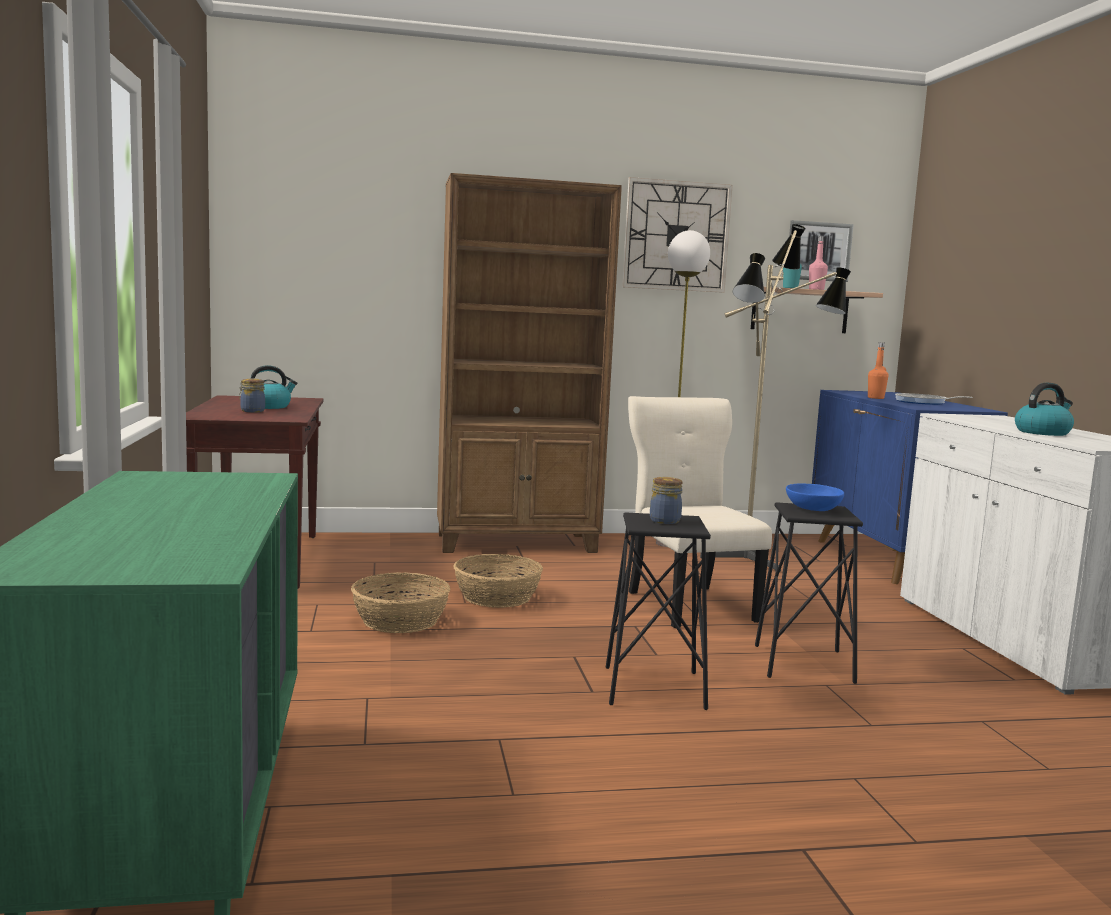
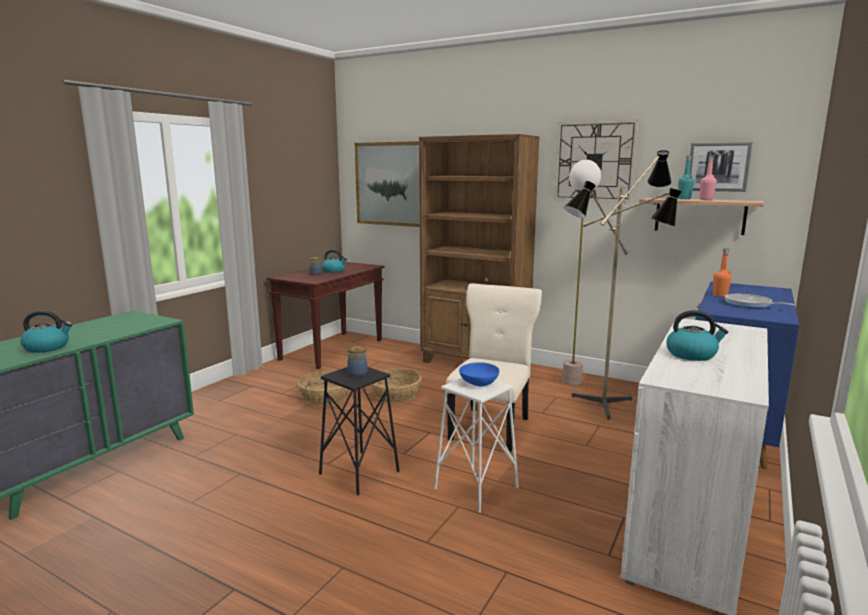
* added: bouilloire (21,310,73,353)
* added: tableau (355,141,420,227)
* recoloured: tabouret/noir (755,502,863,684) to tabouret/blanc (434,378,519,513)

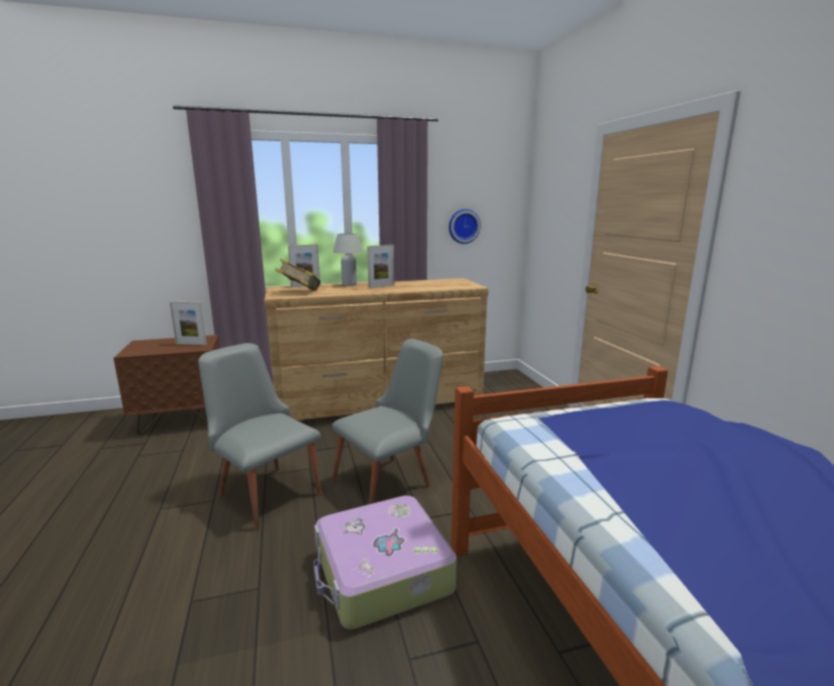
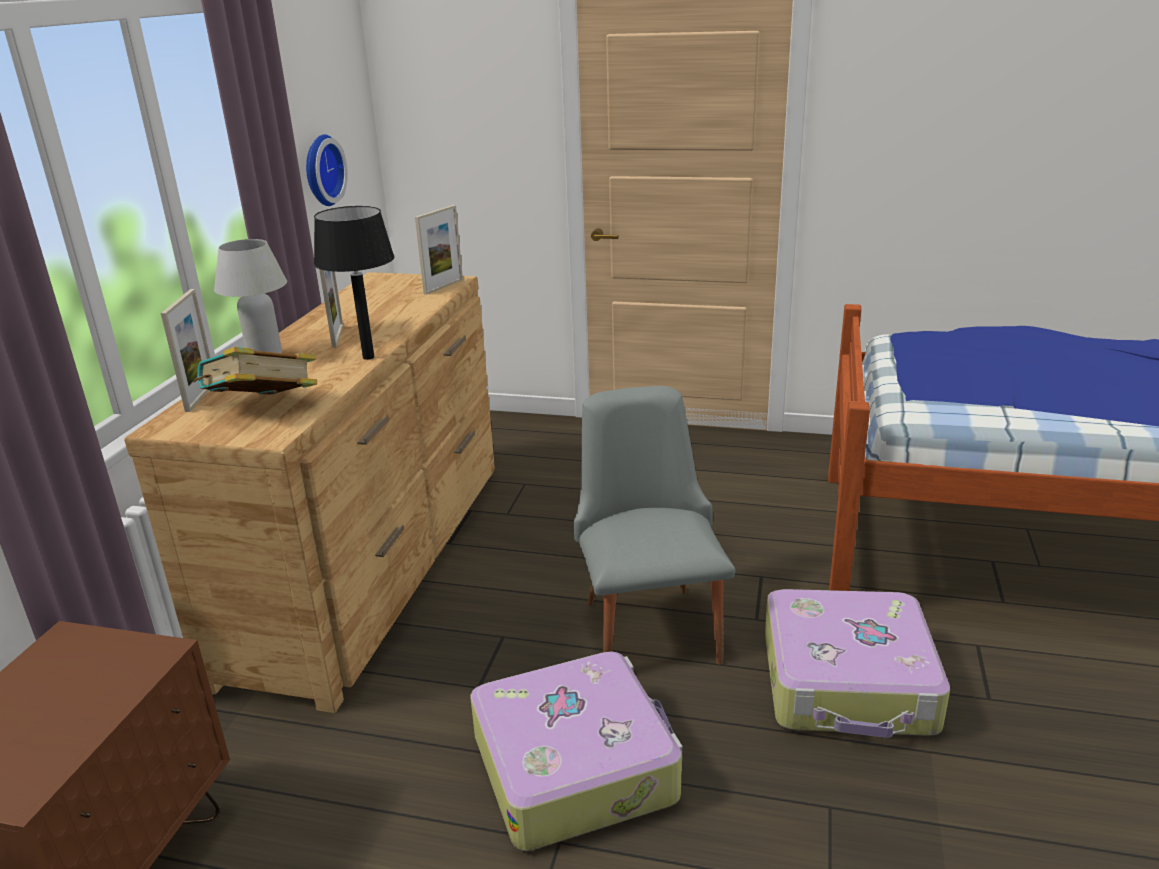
* added: lampe de table/noir (314,206,394,360)
* moved: cadre photo (169,301,207,345) to (415,205,463,295)
* replaced: chaise/gris (198,343,322,531) to valise (470,652,682,851)

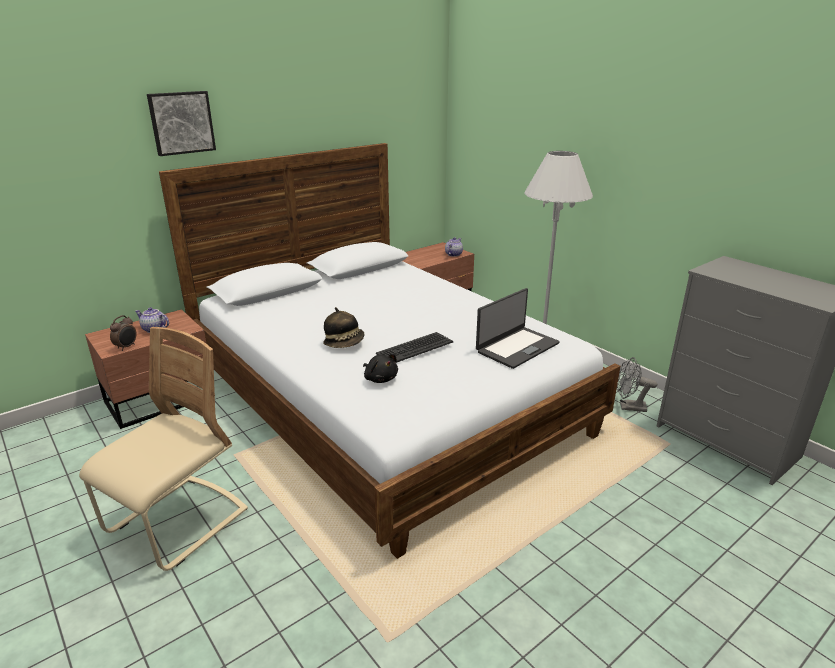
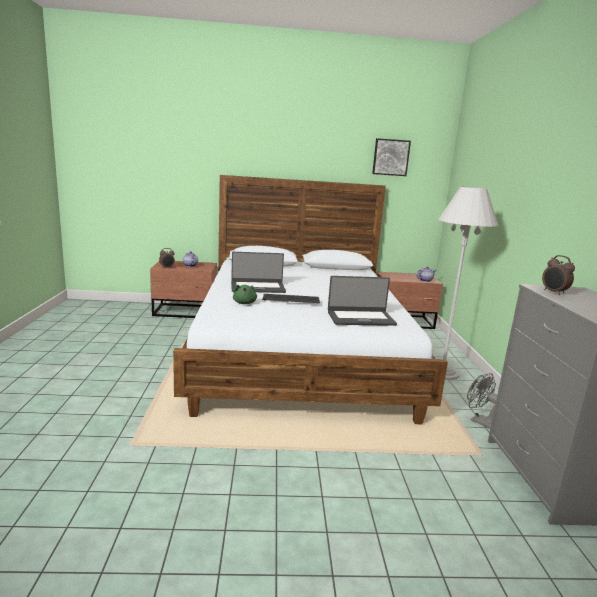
* removed: chaise/beige (79,327,248,571)
* added: réveil (542,255,575,295)
* moved: tableau (147,91,216,156) to (372,138,411,176)
* replaced: chapeau (323,307,364,348) to ordinateur portable (231,252,286,293)
* recoloured: peluche/noir (363,354,398,383) to peluche/vert (233,285,257,304)

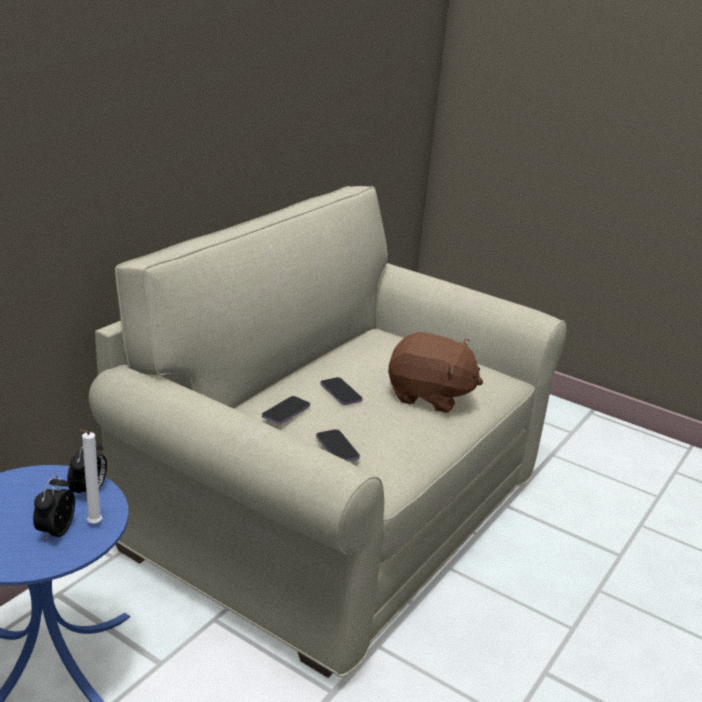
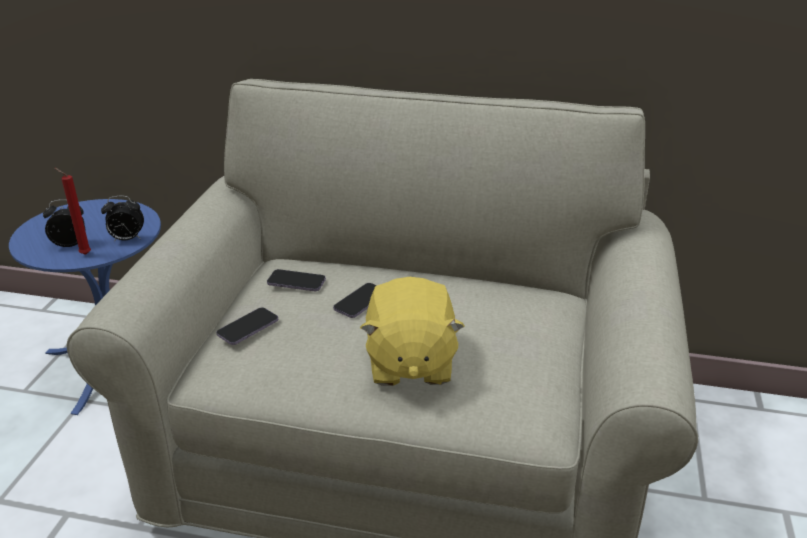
* recoloured: bougie/blanc (79,430,102,524) to bougie/rouge (54,168,91,255)
* recoloured: peluche/marron (388,332,483,413) to peluche/jaune (360,277,465,386)

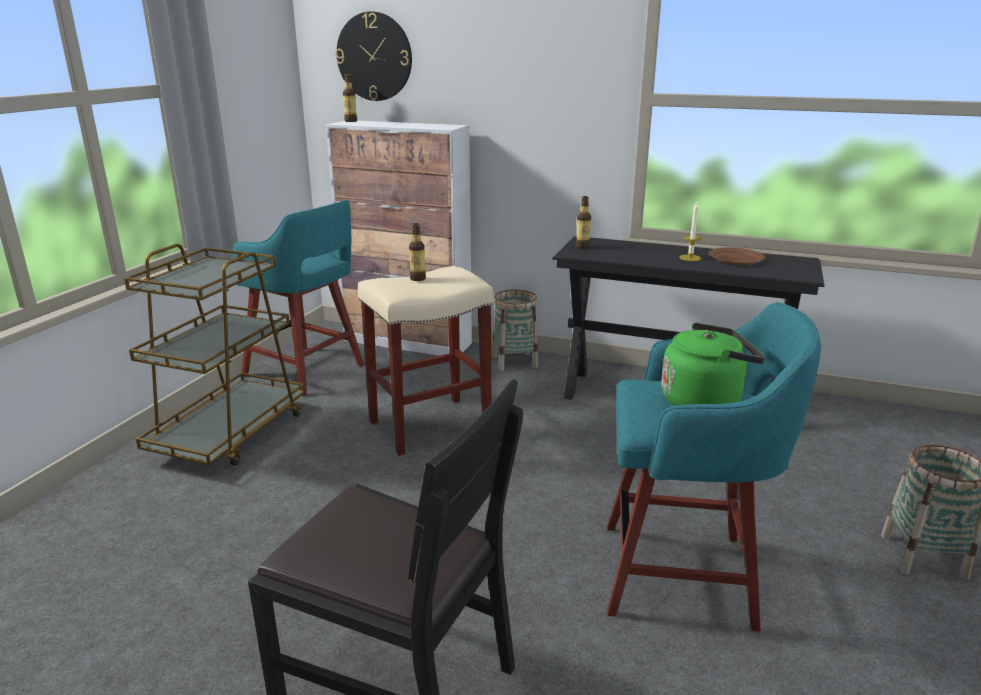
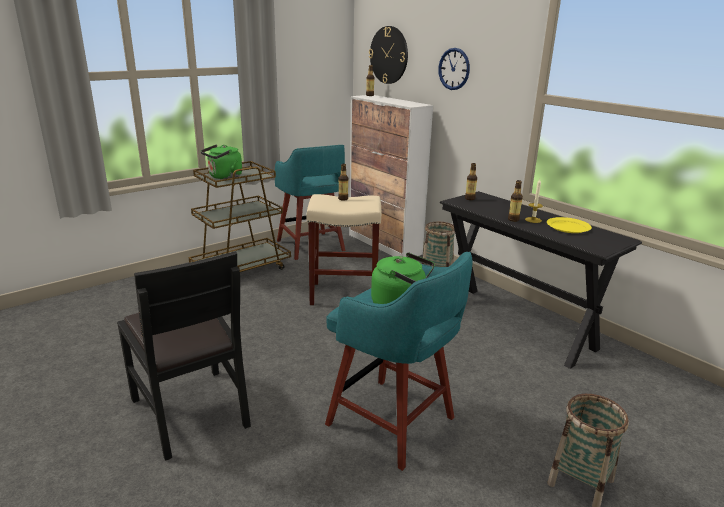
* added: bouilloire/vert (201,144,242,179)
* added: horloge murale (438,48,470,90)
* added: bouteille (508,180,523,222)
* recoloured: assiette/marron (708,247,765,265) to assiette/jaune (547,217,592,233)

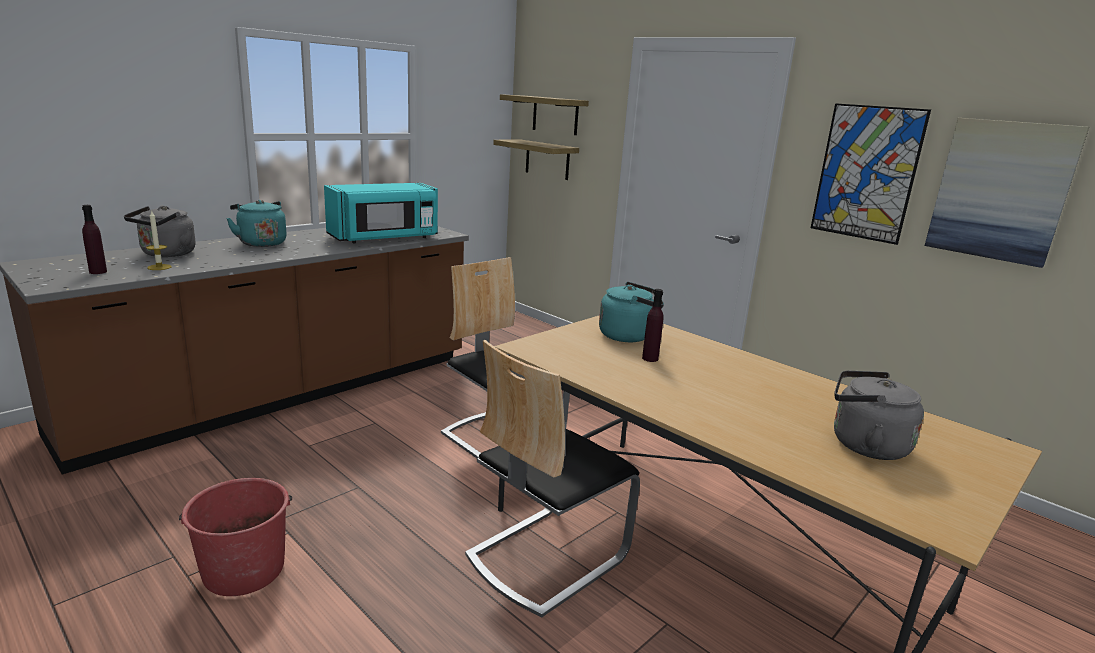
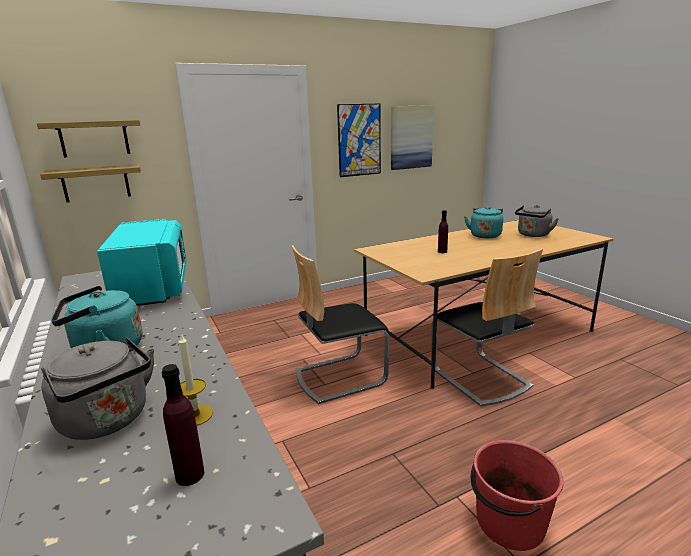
* moved: bouilloire/turquoise (599,282,664,342) to (464,206,503,238)

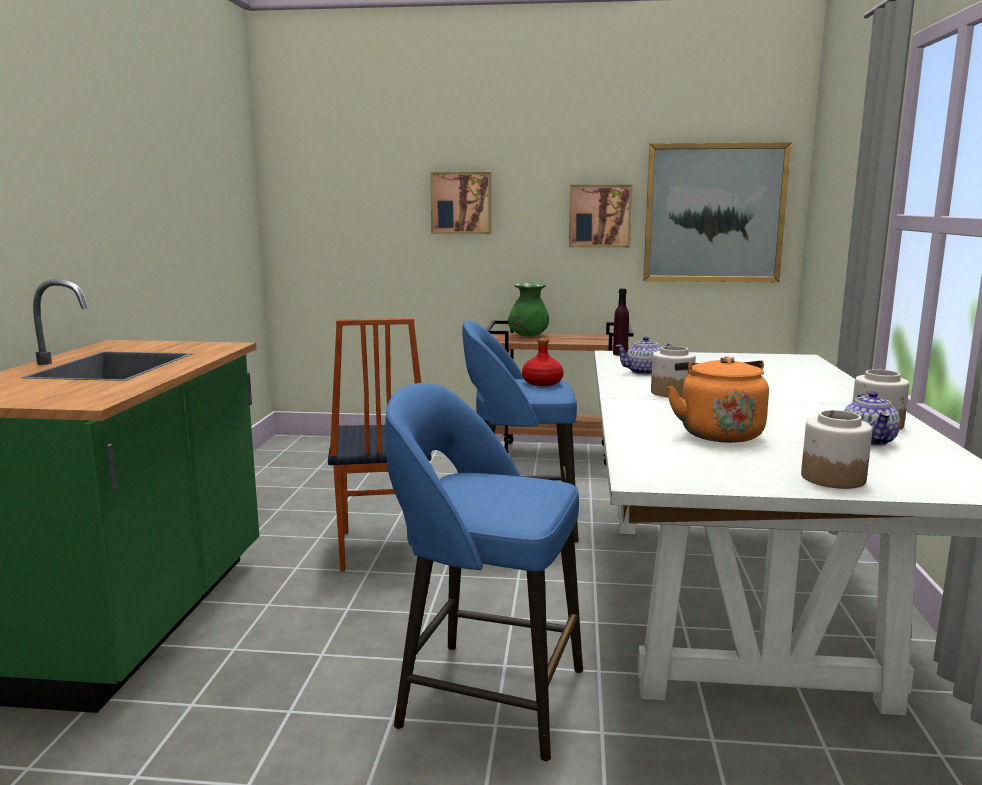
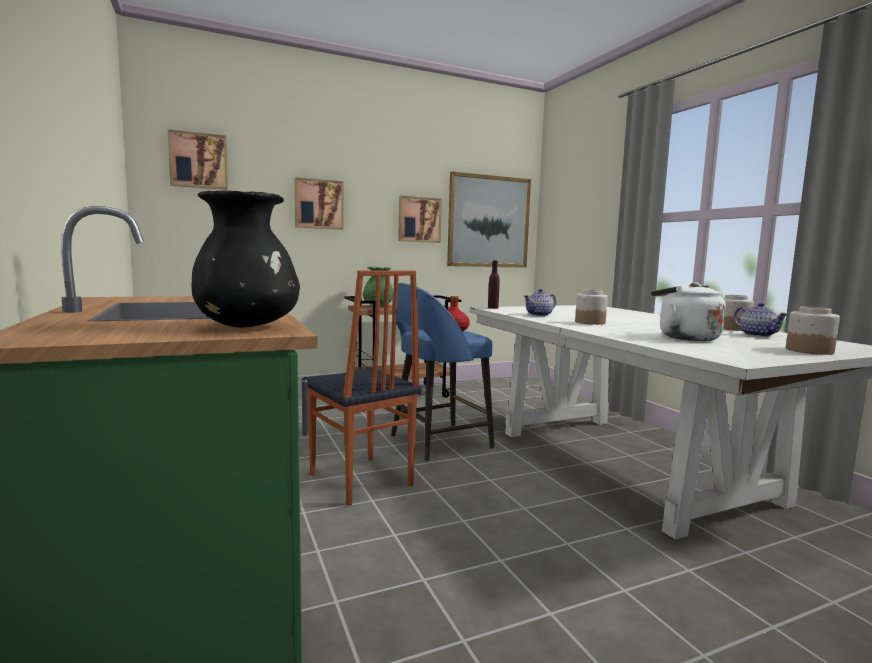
* removed: tabouret/bleu (385,383,583,761)
* added: tableau (168,129,228,190)
* added: vase/noir (192,191,300,328)
* recoloured: bouilloire/orange (667,356,769,443) to bouilloire/blanc (651,282,726,341)

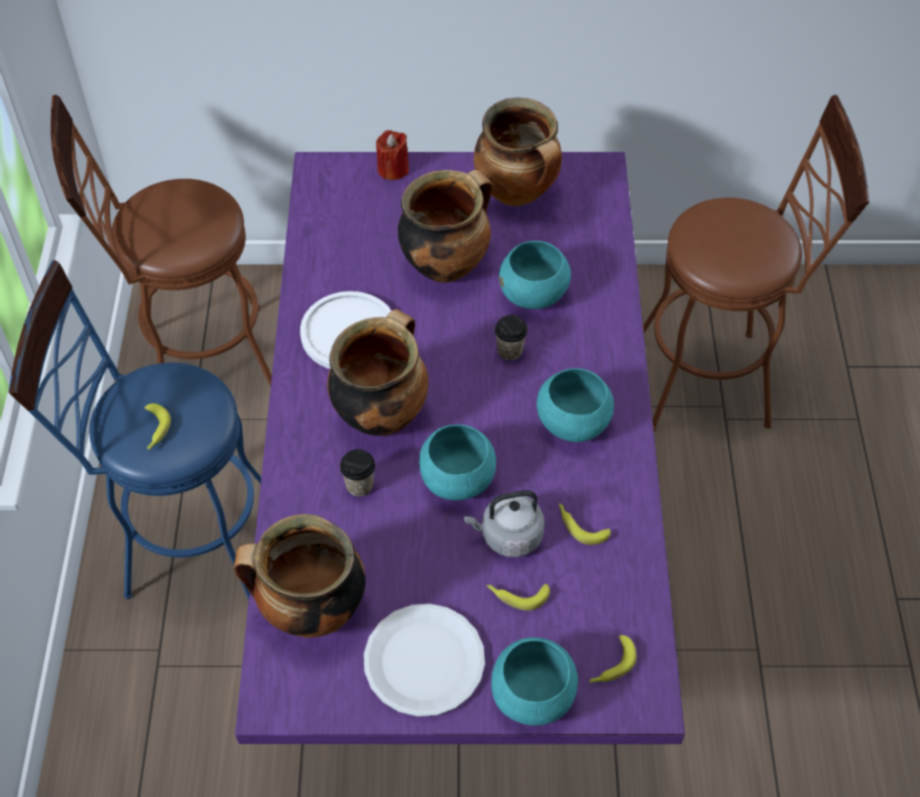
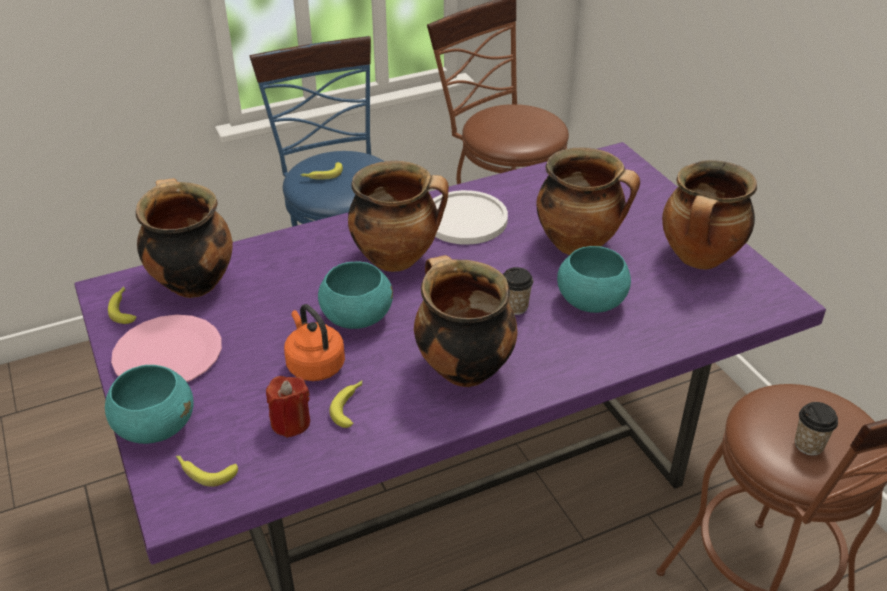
* moved: tasse (340,449,375,497) to (795,402,838,456)
* moved: bougie/rouge (376,130,409,180) to (266,376,310,438)
* moved: banane (487,584,550,611) to (108,286,137,324)
* replaced: bol/turquoise (537,368,614,442) to marmite (414,255,518,387)
* recoloured: assiette/blanc (364,604,485,717) to assiette/rose (111,315,222,382)
* recoloured: bouilloire/gris (464,490,545,557) to bouilloire/orange (284,304,345,381)

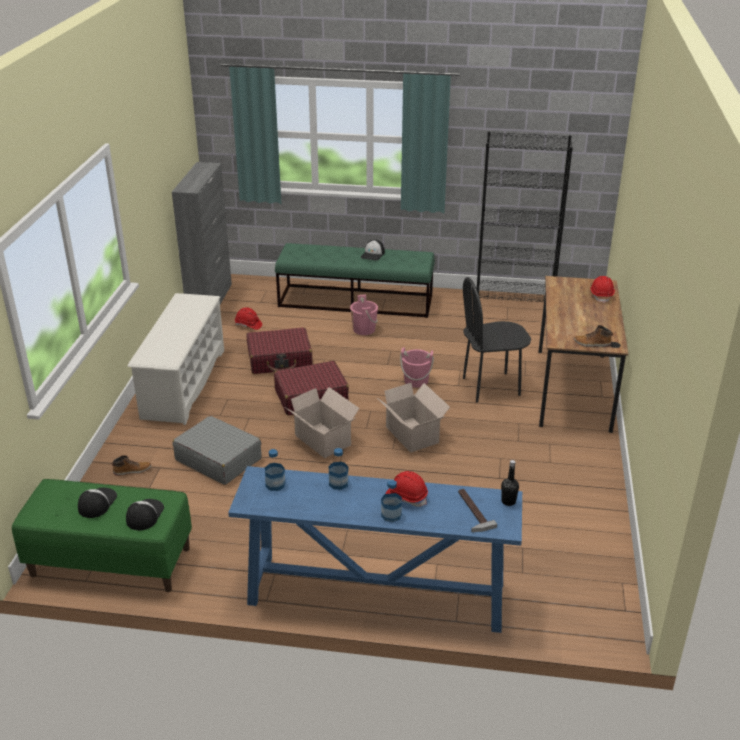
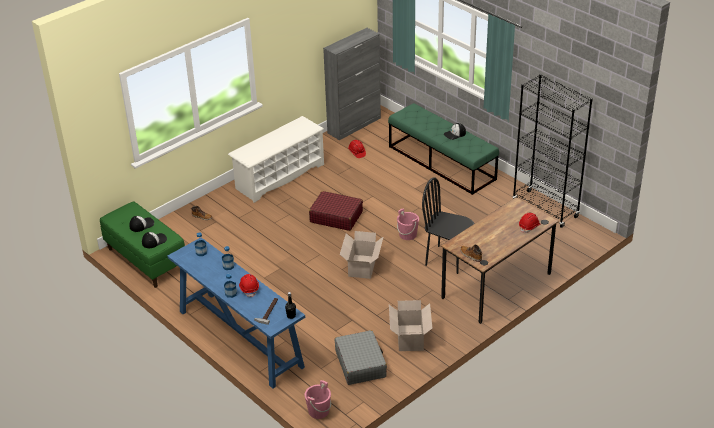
* removed: valise/rouge (247,327,313,374)
* moved: valise/gris (173,416,262,485) to (335,330,387,385)
* moved: carton (285,387,359,458) to (389,300,432,351)
* moved: seau/rose (350,295,378,335) to (305,380,331,419)

